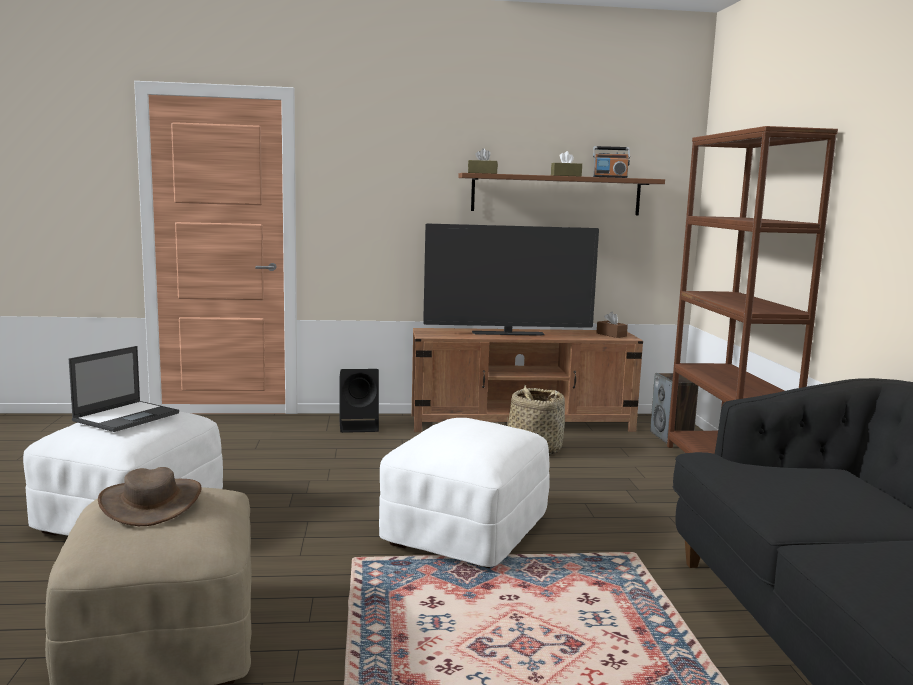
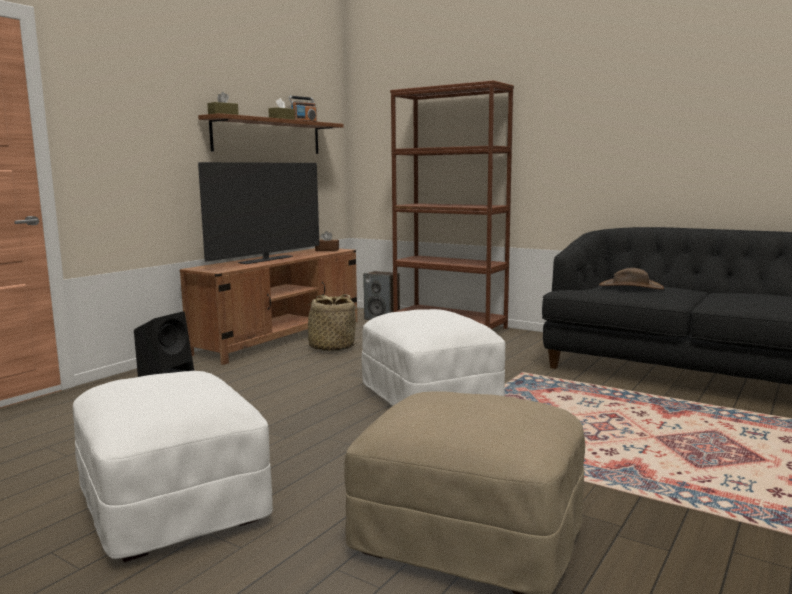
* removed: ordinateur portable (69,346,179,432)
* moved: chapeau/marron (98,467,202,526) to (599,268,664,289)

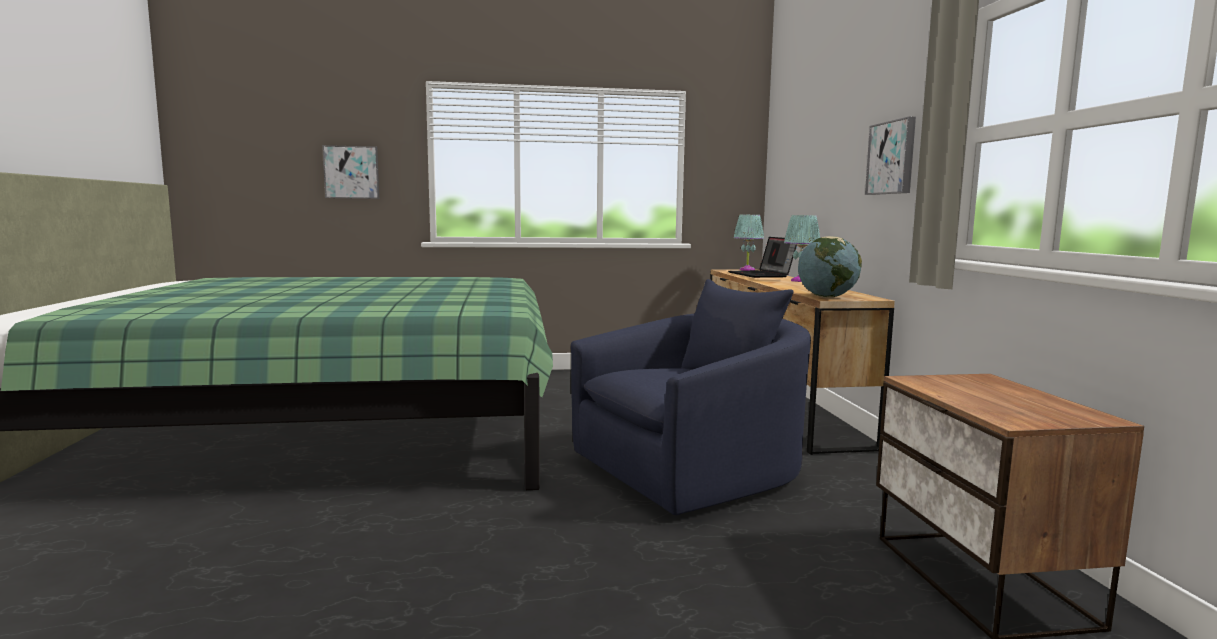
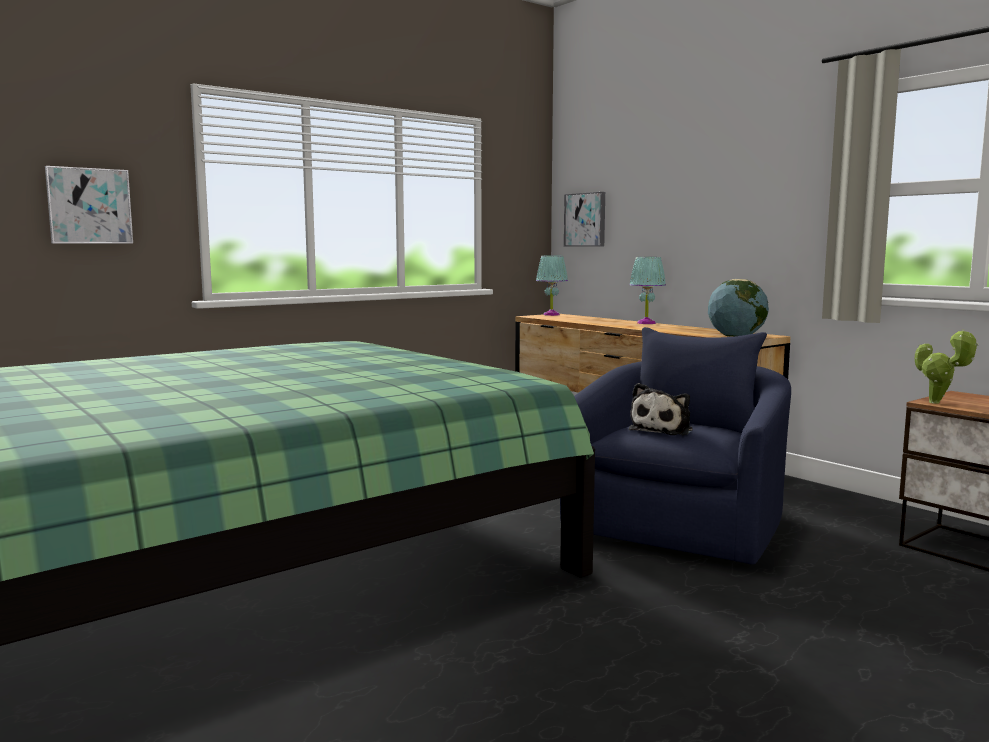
* removed: ordinateur portable (728,237,797,278)
* added: peluche (629,383,693,435)
* added: plante en pot (915,329,979,404)
* moved: tableau (865,117,916,195) to (564,192,605,246)

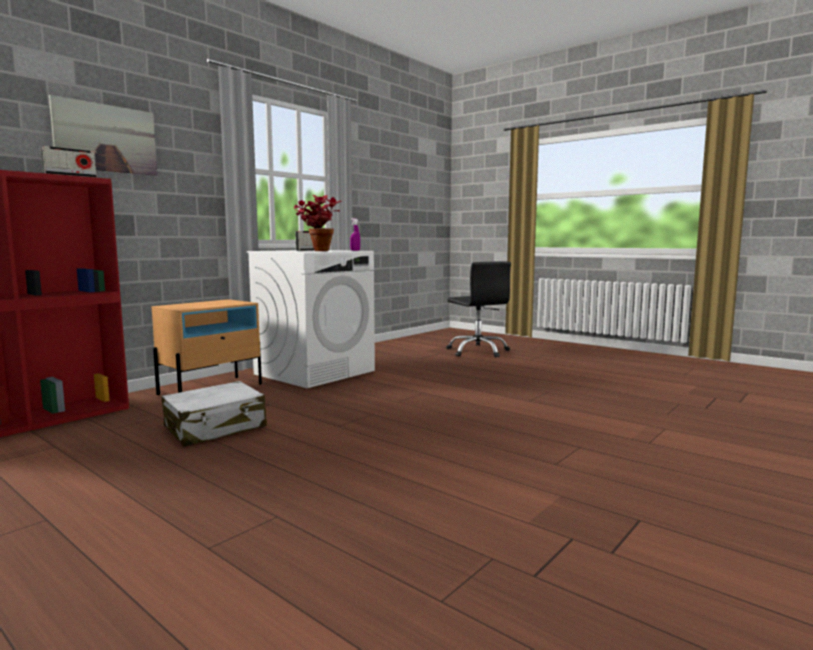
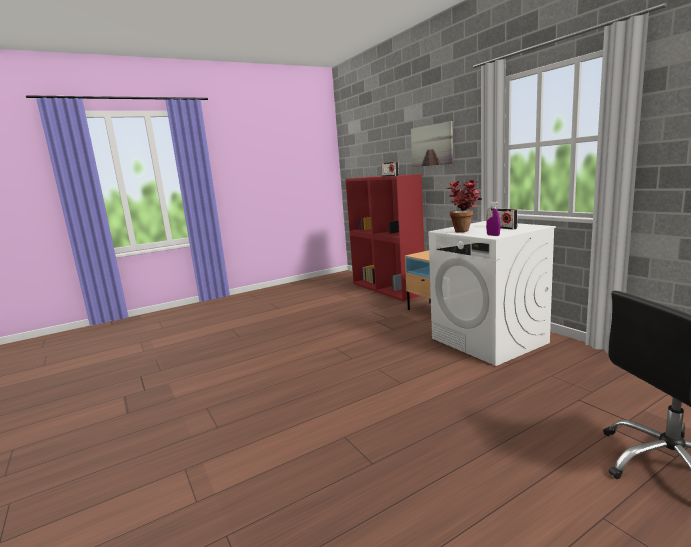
* removed: valise/blanc (162,381,267,446)

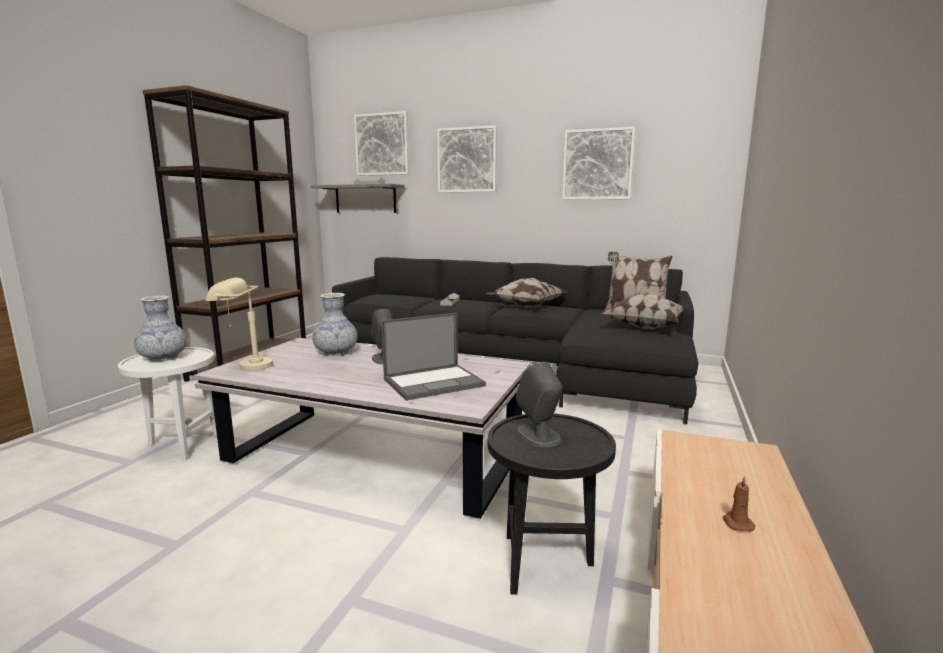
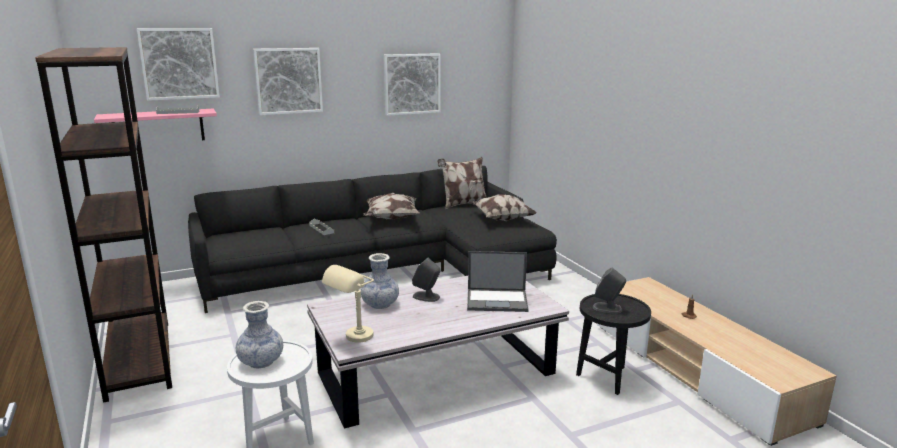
* recoloured: étagère/gris (311,184,405,213) to étagère/rose (94,109,217,140)
* turned: ordinateur portable (381,313,486,401) = (467,251,529,312) 75 degrees clockwise

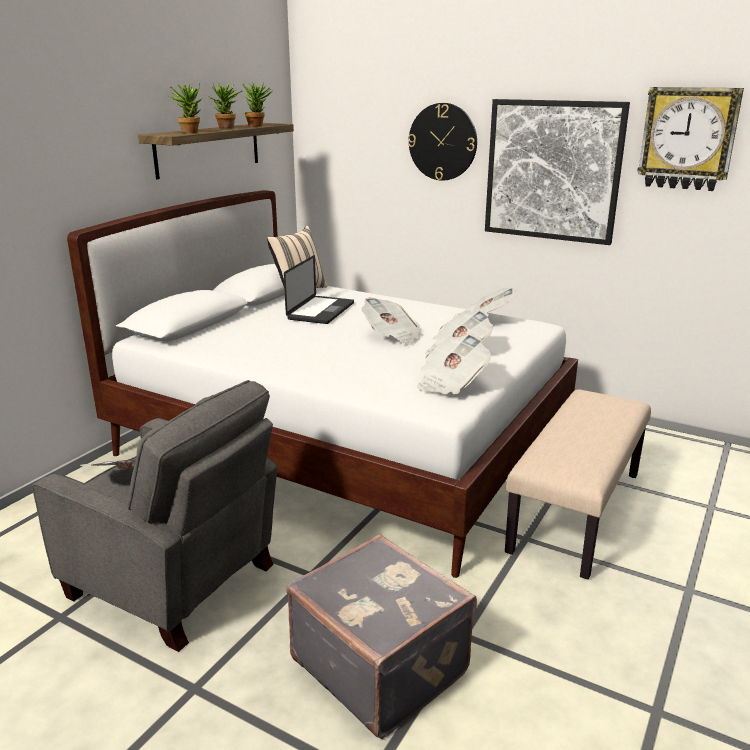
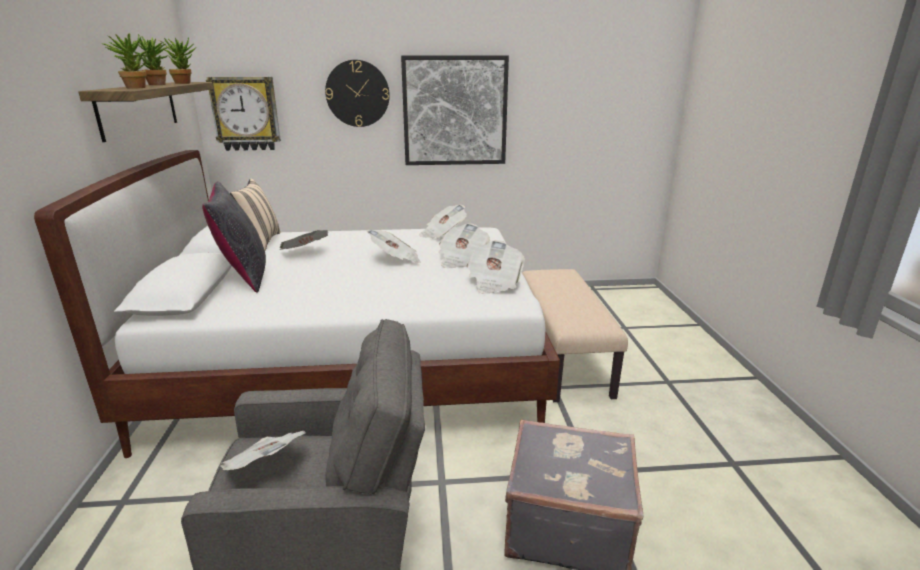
* added: coussin/noir (202,181,266,293)
* moved: horloge murale (637,87,744,191) to (206,77,281,151)
* replaced: ordinateur portable (284,255,354,324) to journal (280,230,328,250)

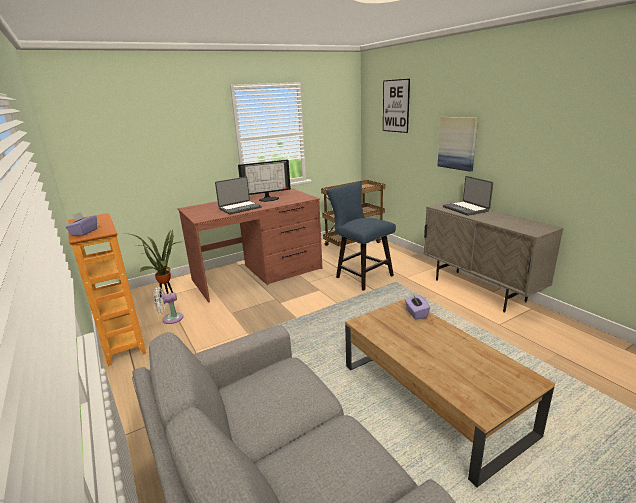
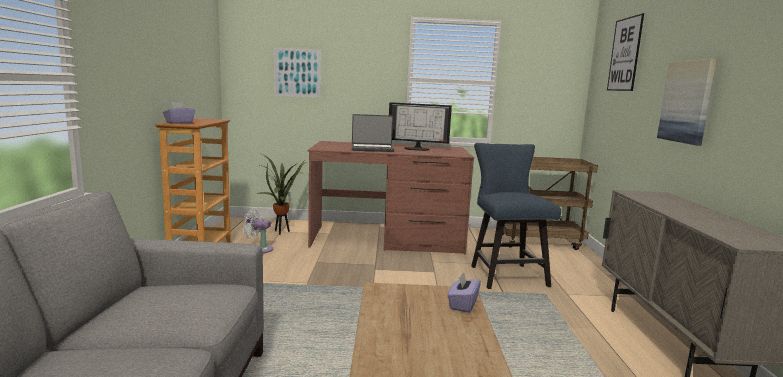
* removed: ordinateur portable (443,176,493,216)
* added: tableau (274,48,321,98)

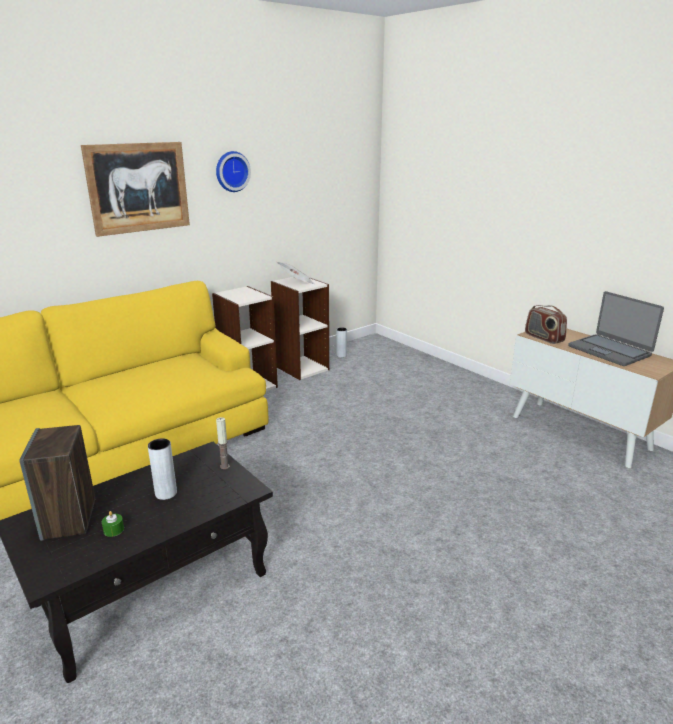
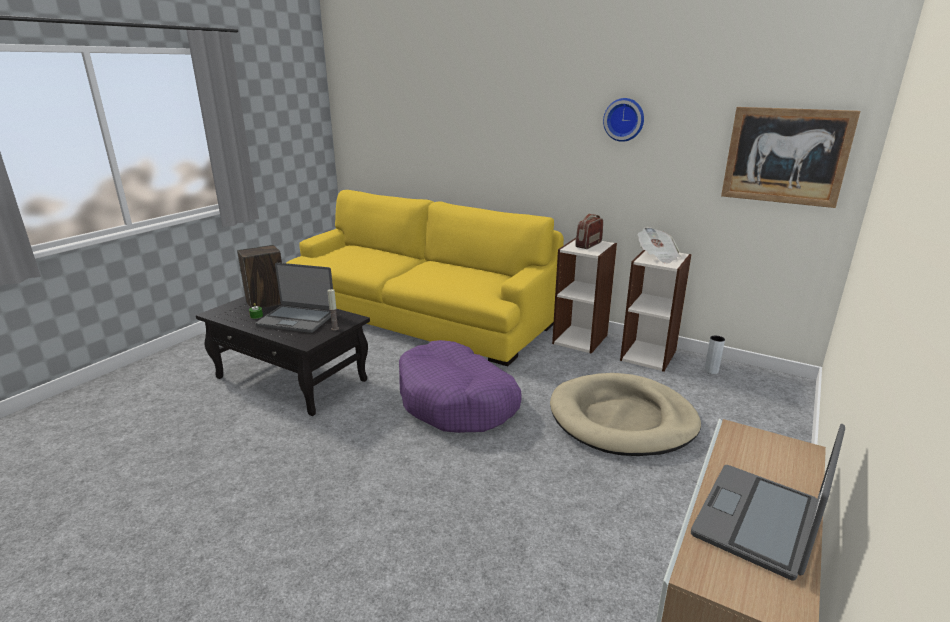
* added: panier pour chien/violet (399,340,522,433)
* added: panier pour chien/beige (550,373,701,456)
* moved: tableau (81,142,190,237) to (721,107,860,208)
* moved: radio (525,305,567,344) to (575,213,603,249)
* replaced: vase/gris (148,439,177,500) to ordinateur portable (255,263,333,333)

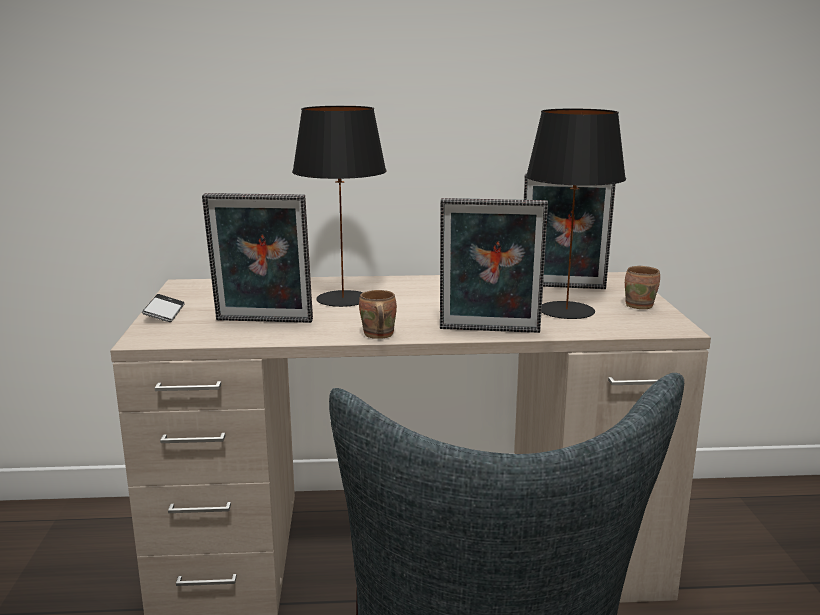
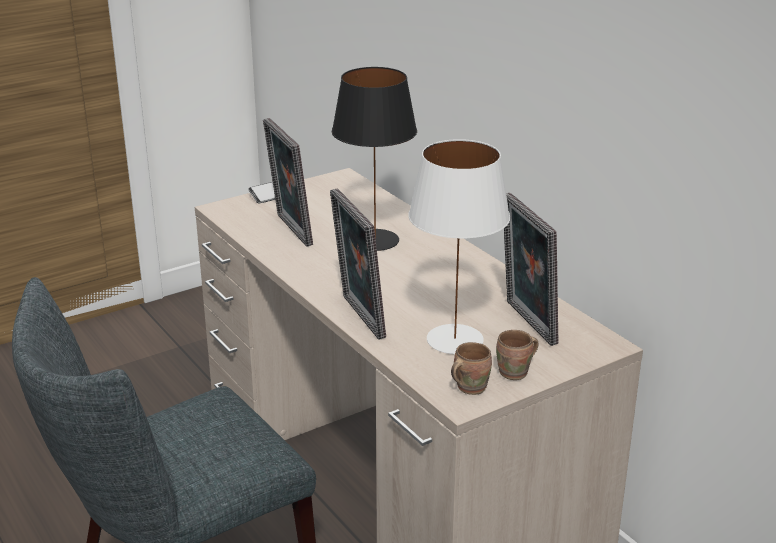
* moved: mug/marron (359,290,397,339) to (451,342,492,395)
* recoloured: lampe de table/noir (526,109,626,319) to lampe de table/blanc (408,139,510,354)

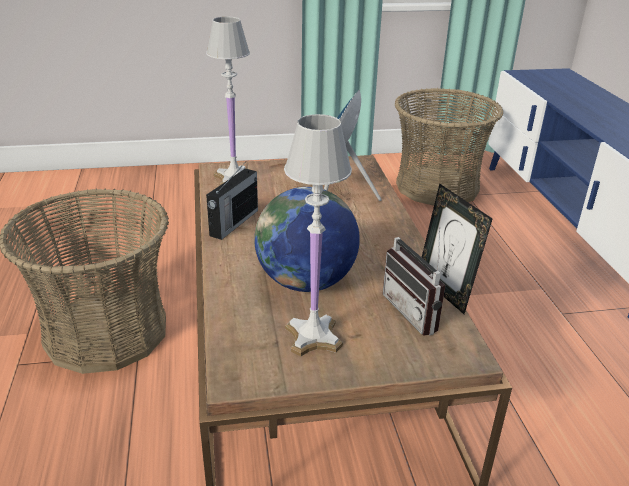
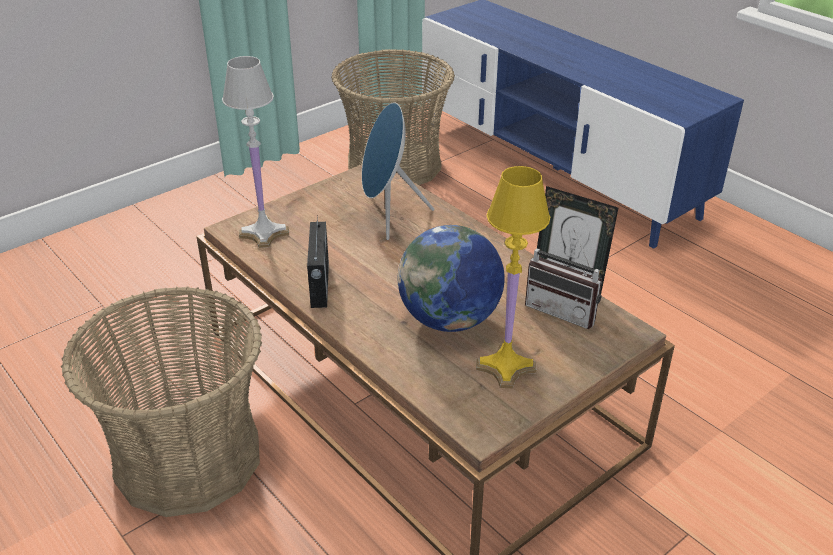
* recoloured: lampe de table/blanc (284,114,352,356) to lampe de table/jaune (476,166,550,388)

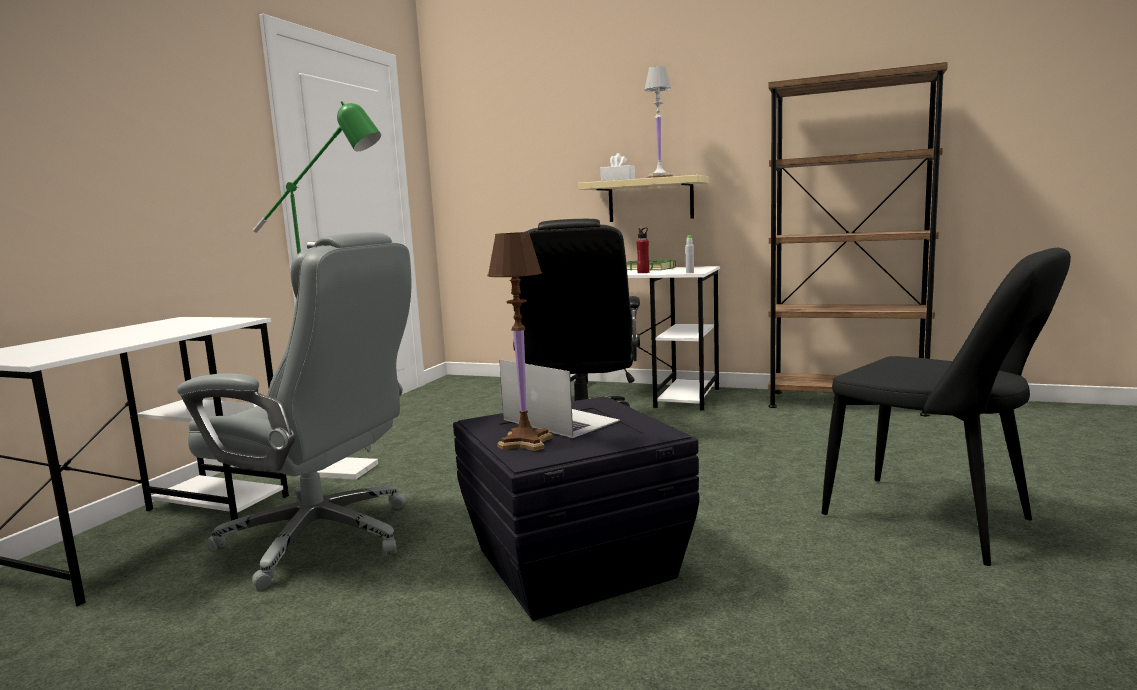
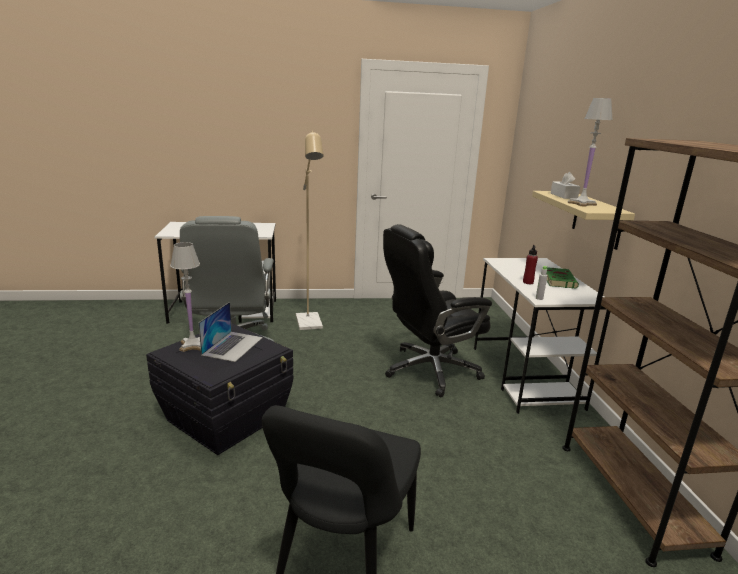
* recoloured: lampadaire/vert (253,101,381,480) to lampadaire/beige (296,130,323,330)
* recoloured: lampe de table/marron (487,232,553,451) to lampe de table/blanc (170,242,201,352)

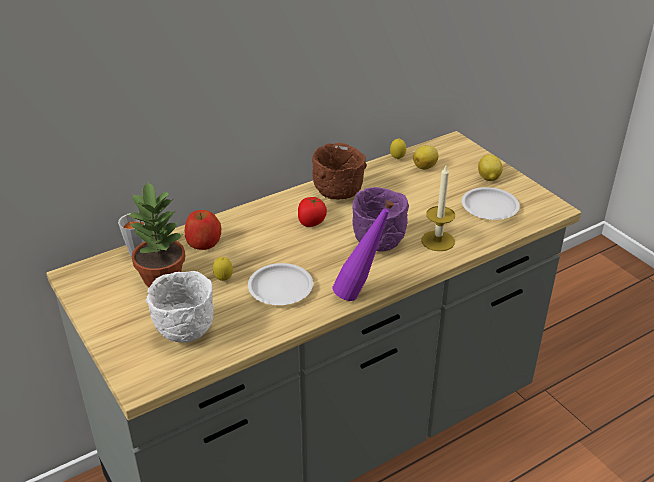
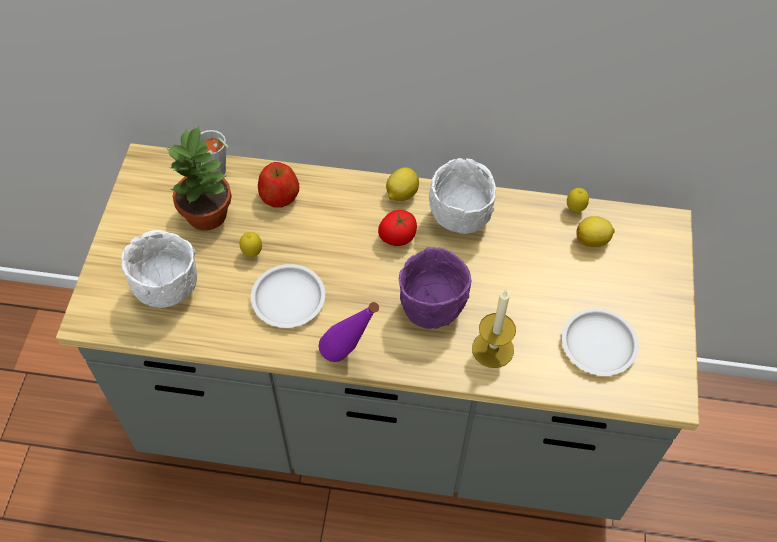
* moved: citron (478,155,502,181) to (386,167,419,201)
* recoloured: bol/marron (312,143,367,200) to bol/blanc (429,158,496,234)

